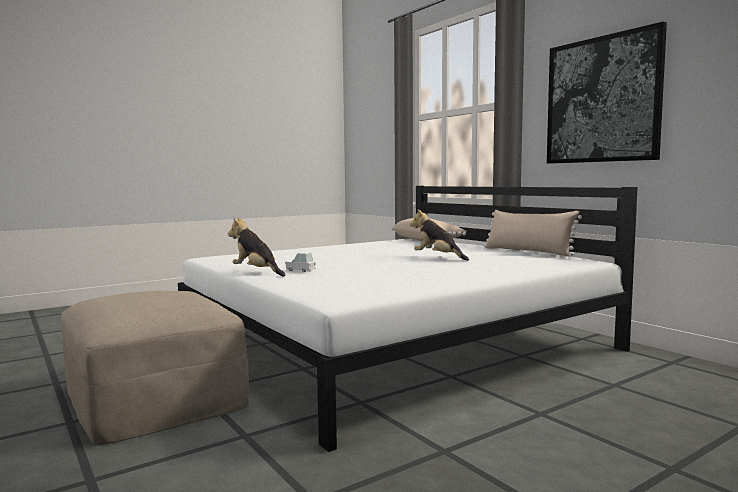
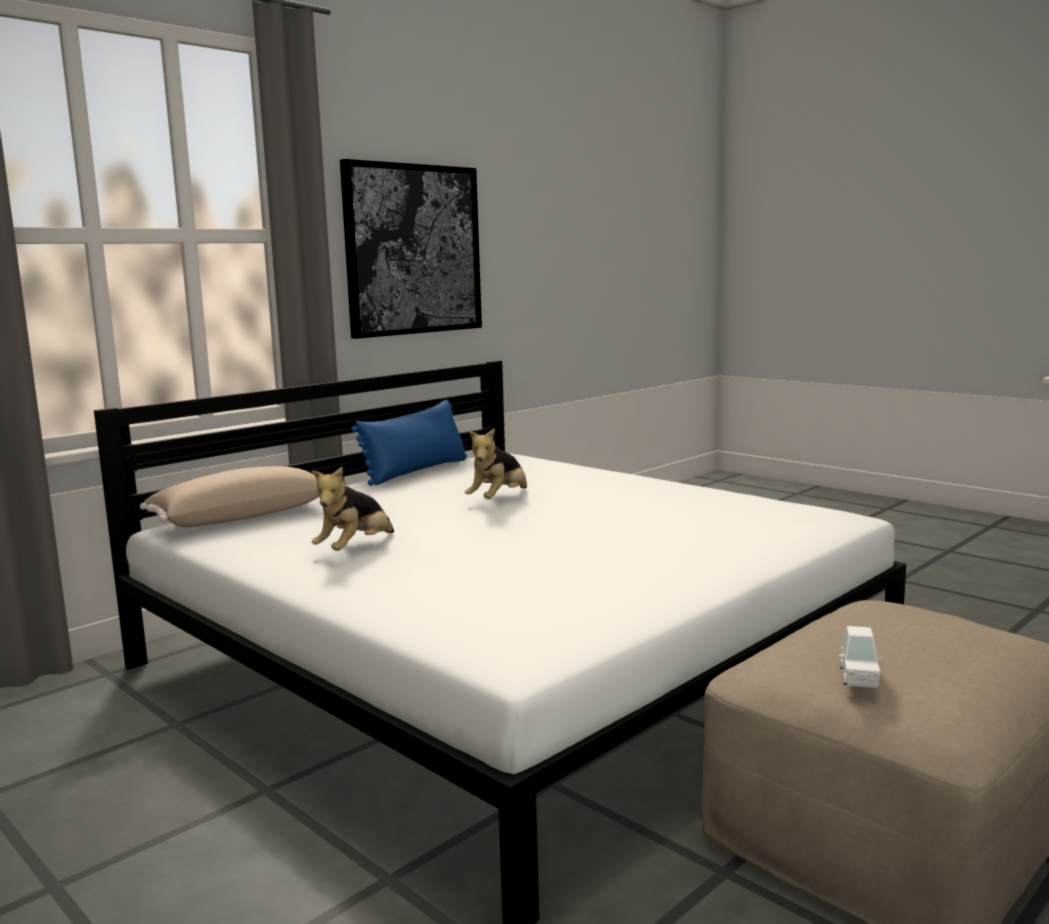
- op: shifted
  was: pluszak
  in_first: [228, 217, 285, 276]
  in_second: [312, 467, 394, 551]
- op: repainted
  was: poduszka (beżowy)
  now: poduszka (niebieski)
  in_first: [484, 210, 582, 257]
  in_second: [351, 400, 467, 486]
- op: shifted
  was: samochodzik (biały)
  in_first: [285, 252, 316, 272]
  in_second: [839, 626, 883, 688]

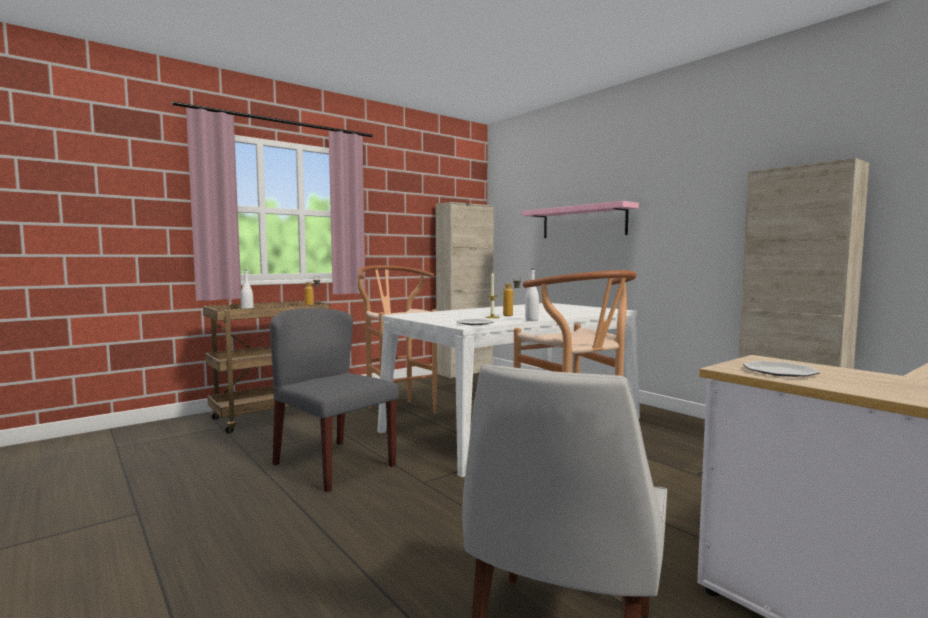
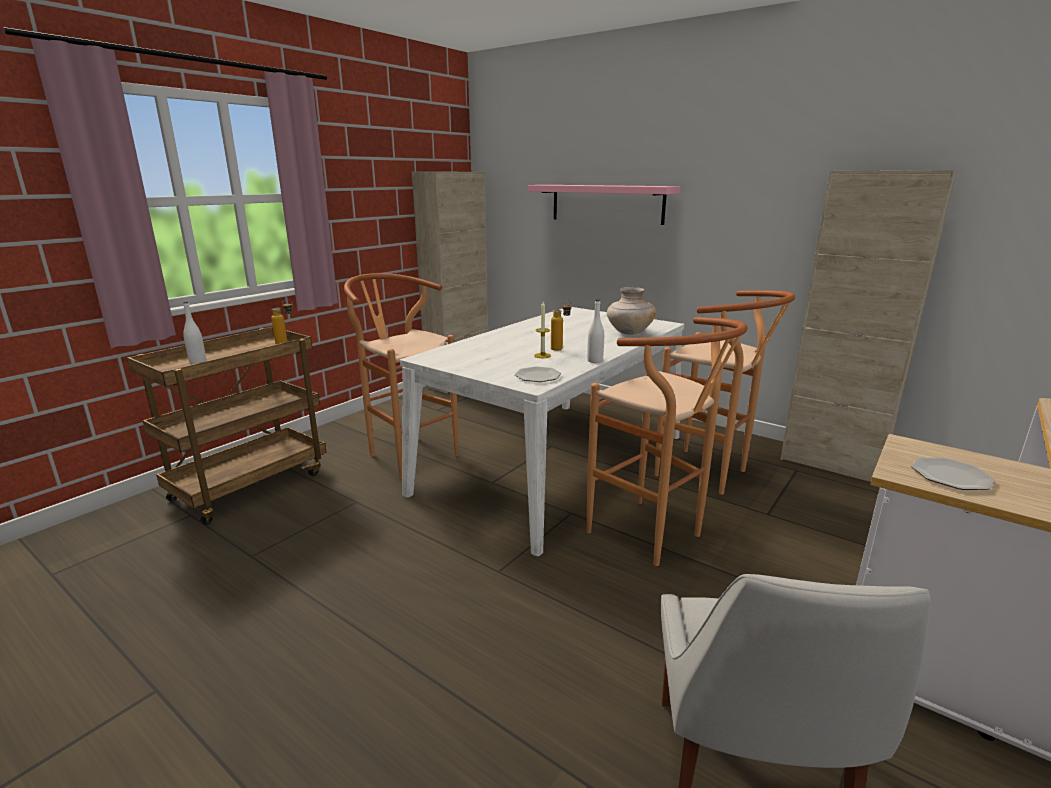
- op: new
  now: wazon (beżowy)
  in_second: [607, 287, 656, 335]
- op: new
  now: stołek (brązowy)
  in_second: [655, 290, 795, 495]
- op: gone
  was: krzesło (szary)
  in_first: [270, 308, 399, 492]

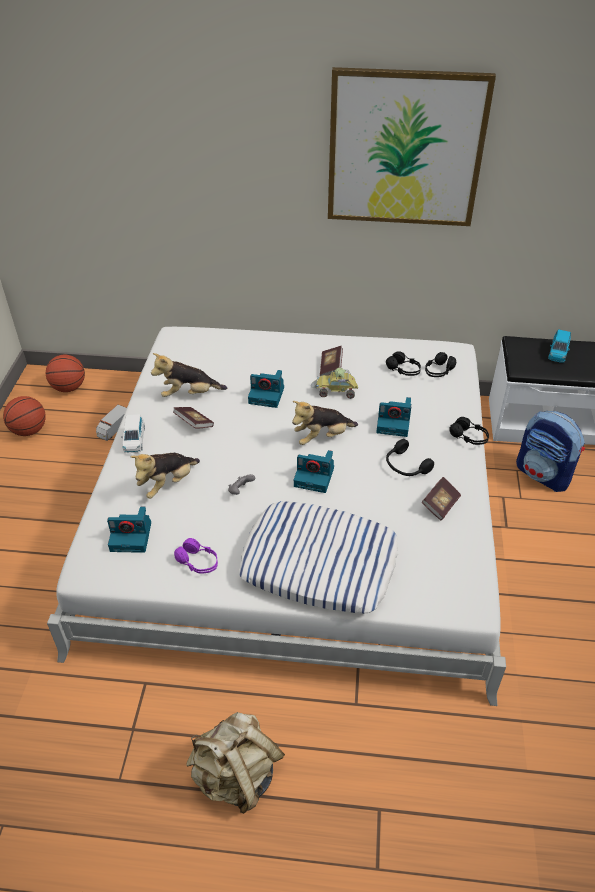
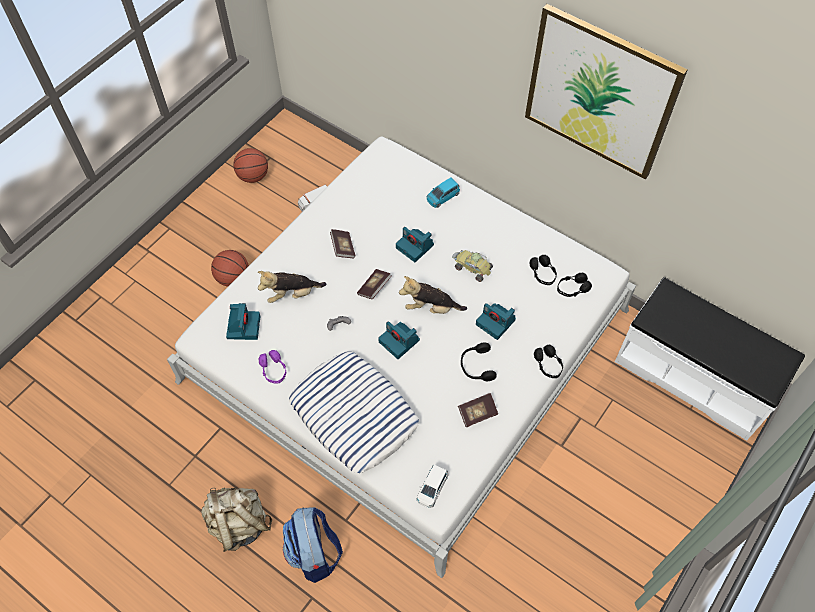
- op: shifted
  was: piłka do koszykówki
  in_first: [46, 355, 85, 392]
  in_second: [211, 250, 249, 287]
- op: rotated
  was: aparat fotograficzny
  in_first: [107, 506, 151, 553]
  in_second: [226, 303, 261, 340]
  clockwise: -120
- op: shifted
  was: plecak
  in_first: [516, 411, 585, 492]
  in_second: [283, 507, 343, 583]
- op: shifted
  was: książka
  in_first: [320, 346, 343, 376]
  in_second: [357, 269, 391, 299]
- op: shifted
  was: samochodzik (biały)
  in_first: [121, 414, 145, 453]
  in_second: [417, 464, 449, 508]
- op: shifted
  was: samochodzik (niebieski)
  in_first: [548, 329, 571, 363]
  in_second: [427, 178, 460, 208]
- op: gone
  was: pluszak
  in_first: [151, 353, 227, 397]

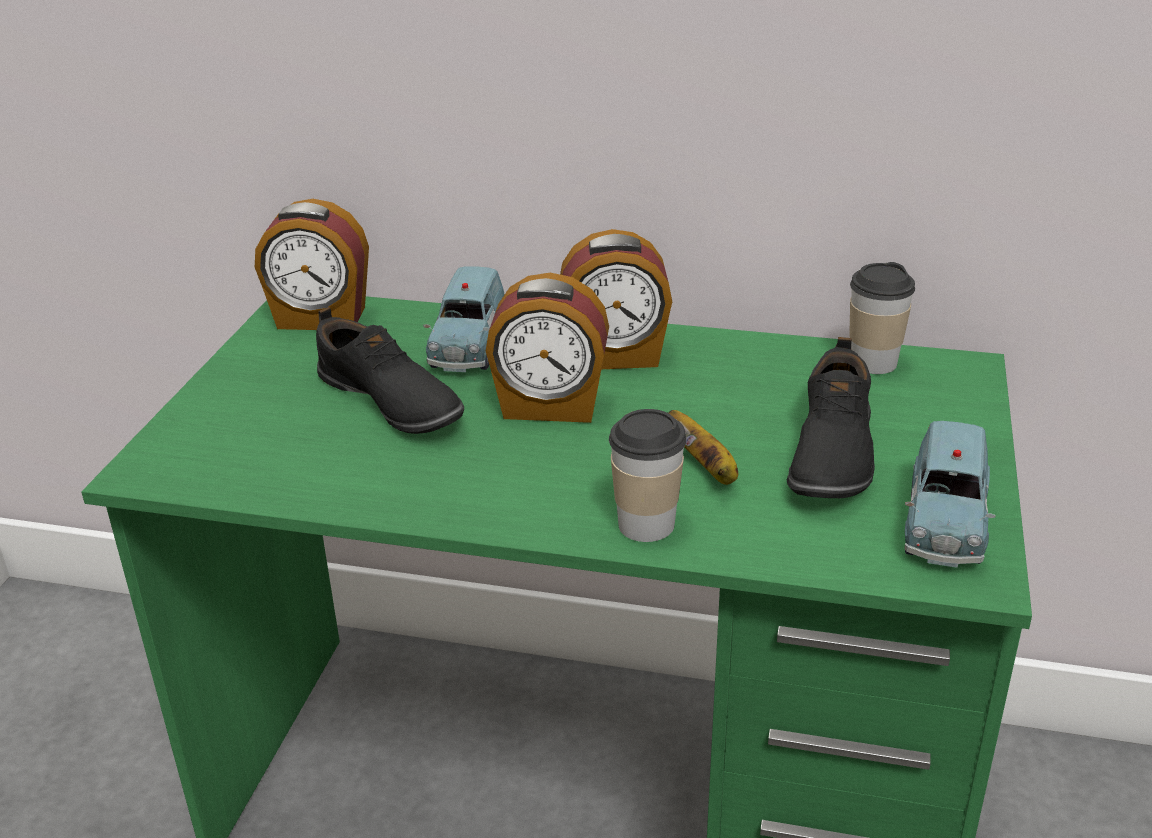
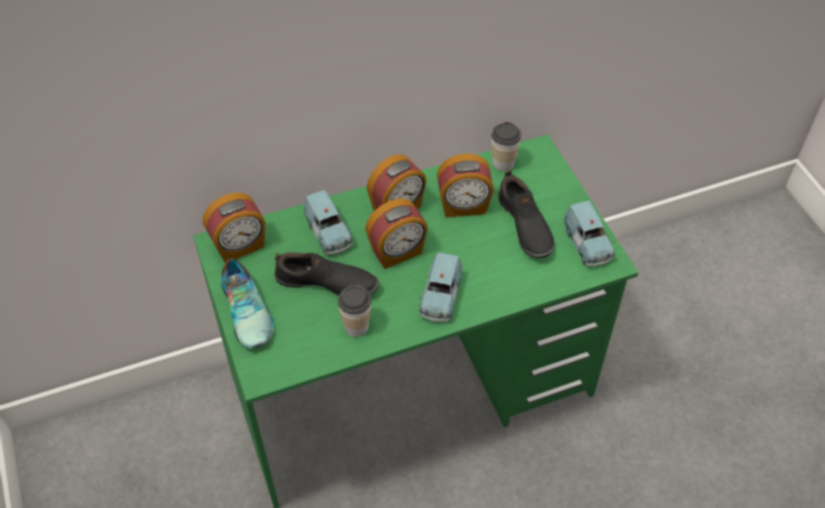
- op: new
  now: but
  in_second: [221, 259, 274, 349]
- op: shifted
  was: filiżanka
  in_first: [609, 409, 686, 542]
  in_second: [338, 285, 371, 337]
- op: new
  now: samochodzik (niebieski)
  in_second: [419, 253, 463, 323]
- op: new
  now: budzik
  in_second: [437, 154, 494, 217]
- op: gone
  was: banan
  in_first: [668, 410, 738, 485]

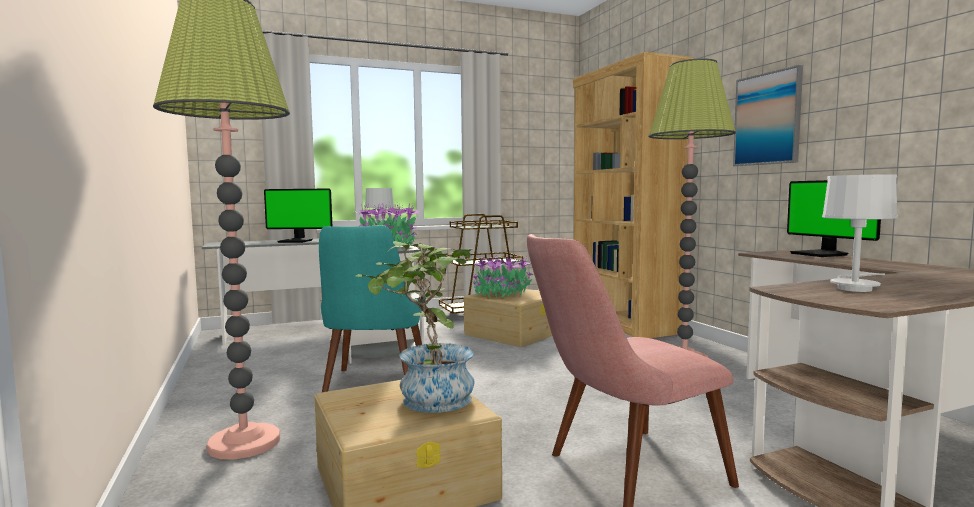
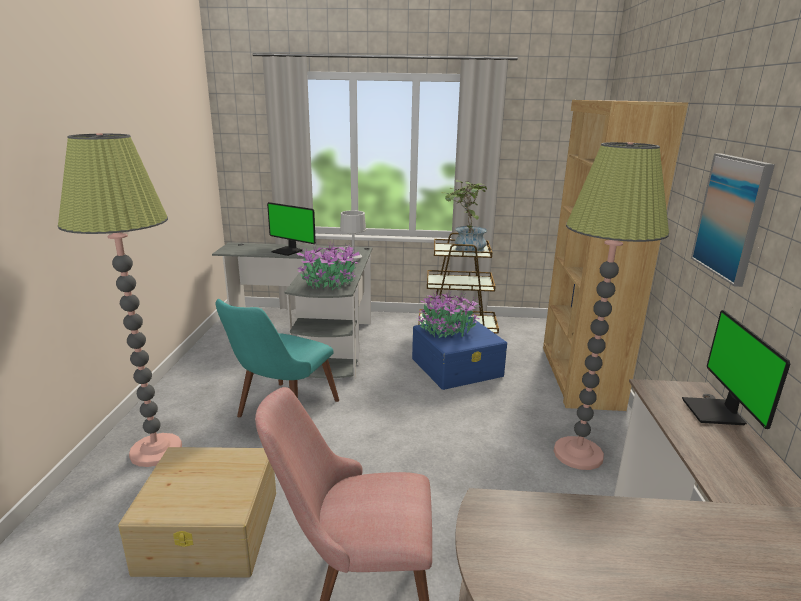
- op: repainted
  was: pojemnik do przechowywania (beżowy)
  now: pojemnik do przechowywania (niebieski)
  in_first: [464, 289, 552, 347]
  in_second: [412, 317, 507, 390]
- op: shifted
  was: roślina doniczkowa
  in_first: [356, 241, 475, 413]
  in_second: [441, 180, 487, 253]
- op: gone
  was: lampa stołowa (biały)
  in_first: [822, 174, 898, 292]

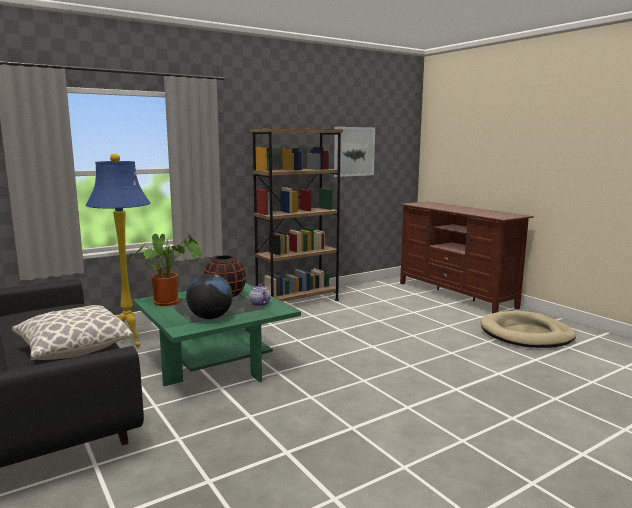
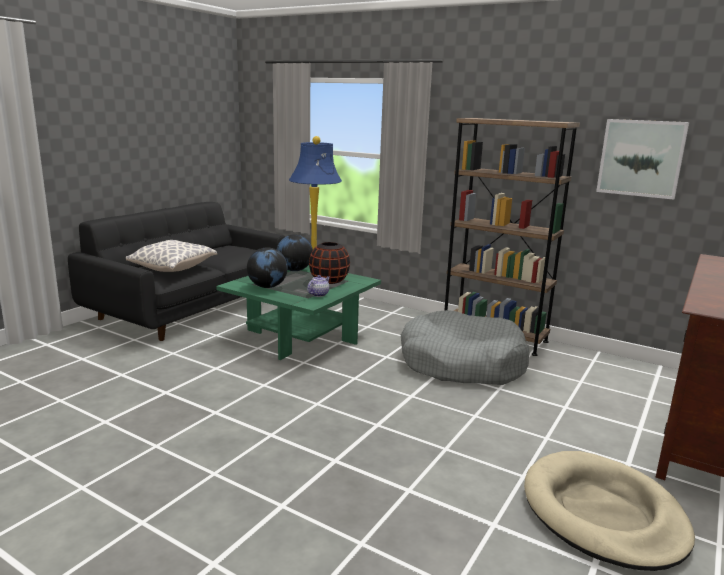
- op: swapped
  was: roślina doniczkowa
  now: globus
  in_first: [127, 233, 202, 306]
  in_second: [277, 234, 313, 271]
- op: new
  now: legowisko (szary)
  in_second: [401, 310, 530, 385]

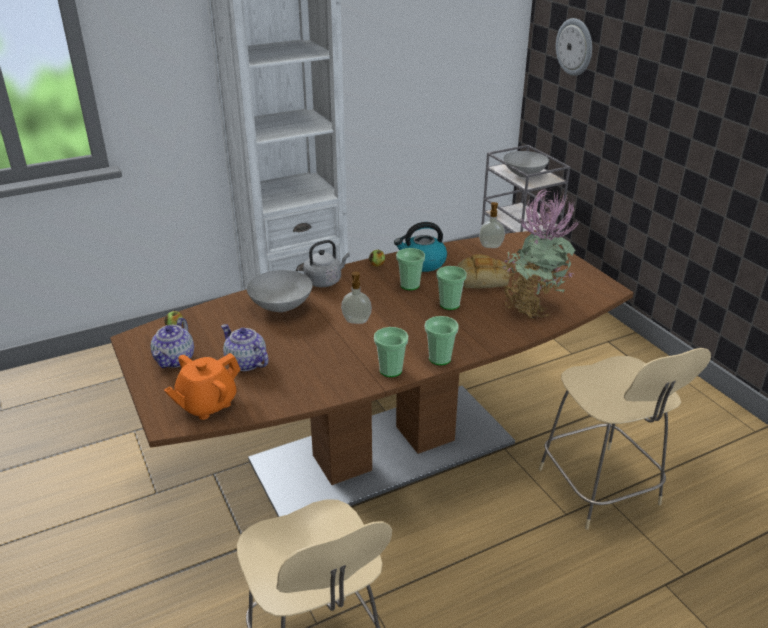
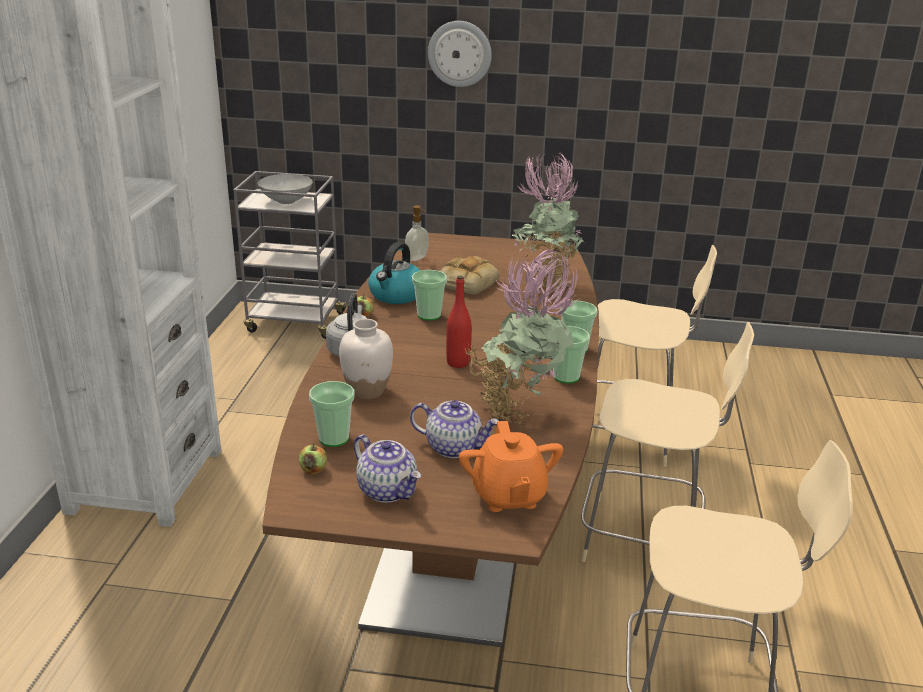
- op: shifted
  was: filiżanka
  in_first: [436, 266, 467, 310]
  in_second: [309, 381, 355, 447]
- op: swapped
  was: miska (szary)
  now: wazon (biały)
  in_first: [247, 270, 313, 312]
  in_second: [339, 319, 393, 400]
- op: rotated
  was: imbryk
  in_first: [221, 324, 269, 371]
  in_second: [410, 400, 499, 458]
  clockwise: -150
- op: shifted
  was: zegar ścienny
  in_first: [556, 18, 592, 76]
  in_second: [428, 21, 492, 87]
- op: swapped
  was: dozownik mydła
  now: butelka (czerwony)
  in_first: [341, 272, 372, 324]
  in_second: [446, 276, 472, 368]
- op: new
  now: roślina doniczkowa
  in_second: [463, 249, 579, 424]
- op: new
  now: krzesło (beżowy)
  in_second: [581, 322, 754, 562]

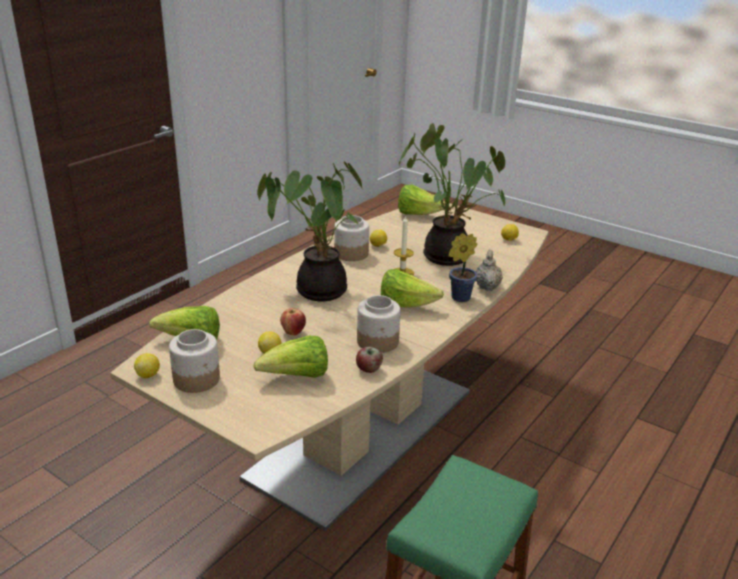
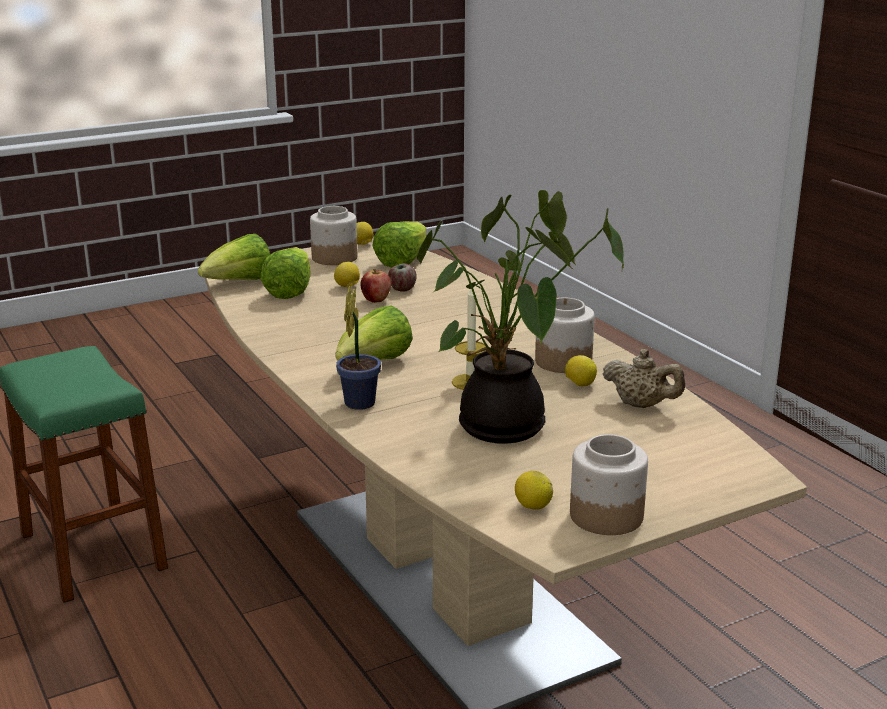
- op: shifted
  was: sałata
  in_first: [398, 184, 445, 215]
  in_second: [198, 234, 270, 280]
- op: shifted
  was: jabłko
  in_first: [356, 347, 383, 373]
  in_second: [388, 263, 417, 292]
- op: shifted
  was: słoik
  in_first: [357, 295, 401, 353]
  in_second: [570, 434, 648, 535]
- op: shifted
  was: imbryk (beżowy)
  in_first: [475, 250, 503, 291]
  in_second: [602, 349, 685, 408]
- op: gone
  was: roślina doniczkowa
  in_first: [257, 161, 363, 301]

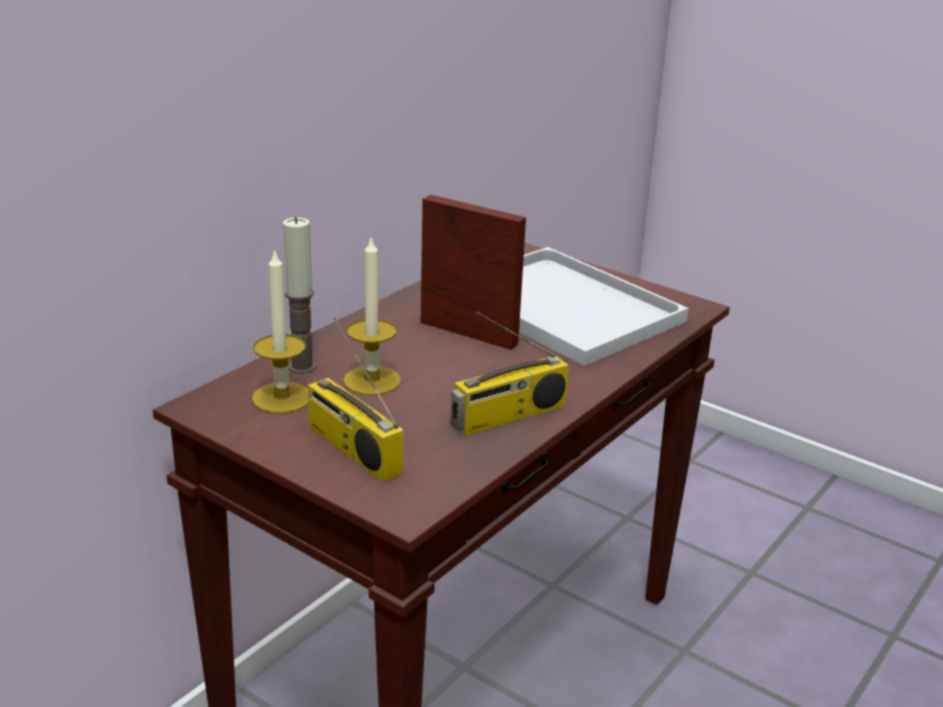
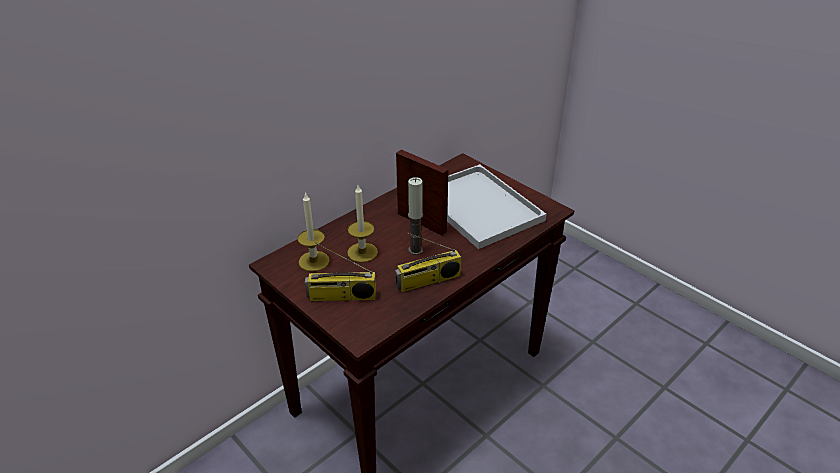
- op: rotated
  was: radio
  in_first: [308, 317, 403, 483]
  in_second: [305, 243, 376, 301]
  clockwise: -60
- op: shifted
  was: świeca
  in_first: [283, 217, 316, 374]
  in_second: [408, 177, 423, 255]

